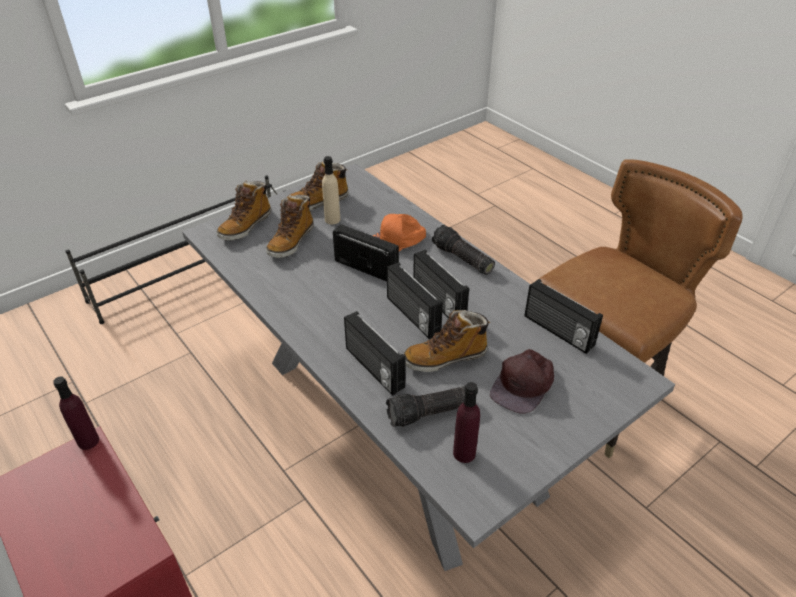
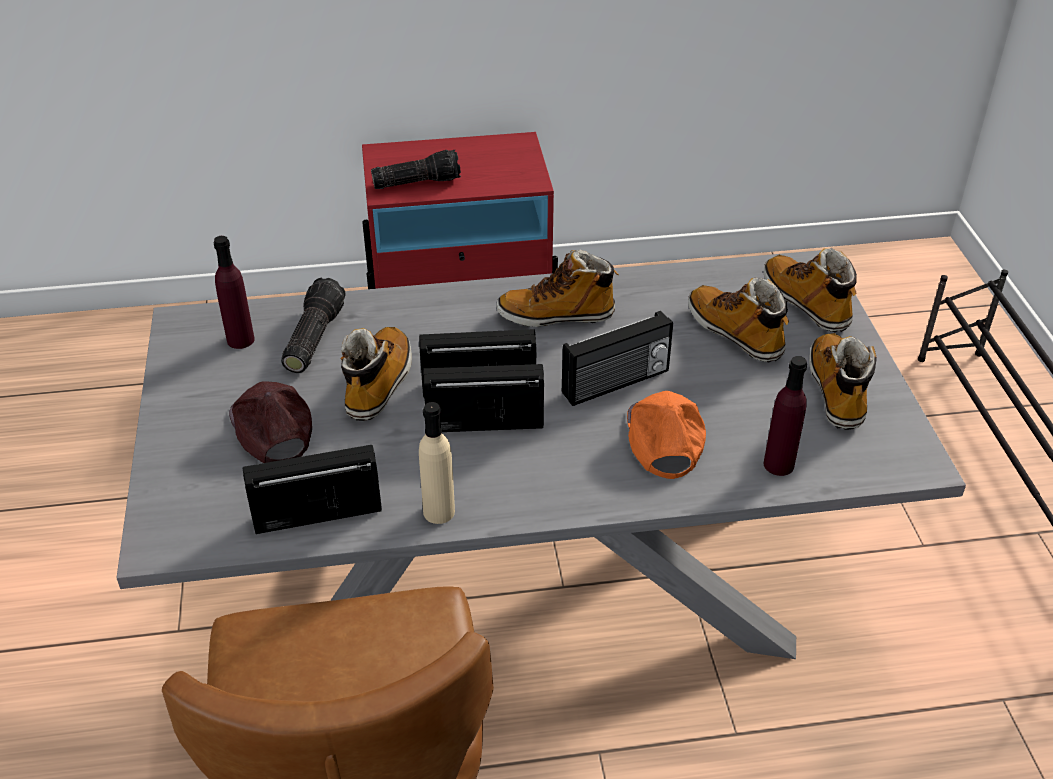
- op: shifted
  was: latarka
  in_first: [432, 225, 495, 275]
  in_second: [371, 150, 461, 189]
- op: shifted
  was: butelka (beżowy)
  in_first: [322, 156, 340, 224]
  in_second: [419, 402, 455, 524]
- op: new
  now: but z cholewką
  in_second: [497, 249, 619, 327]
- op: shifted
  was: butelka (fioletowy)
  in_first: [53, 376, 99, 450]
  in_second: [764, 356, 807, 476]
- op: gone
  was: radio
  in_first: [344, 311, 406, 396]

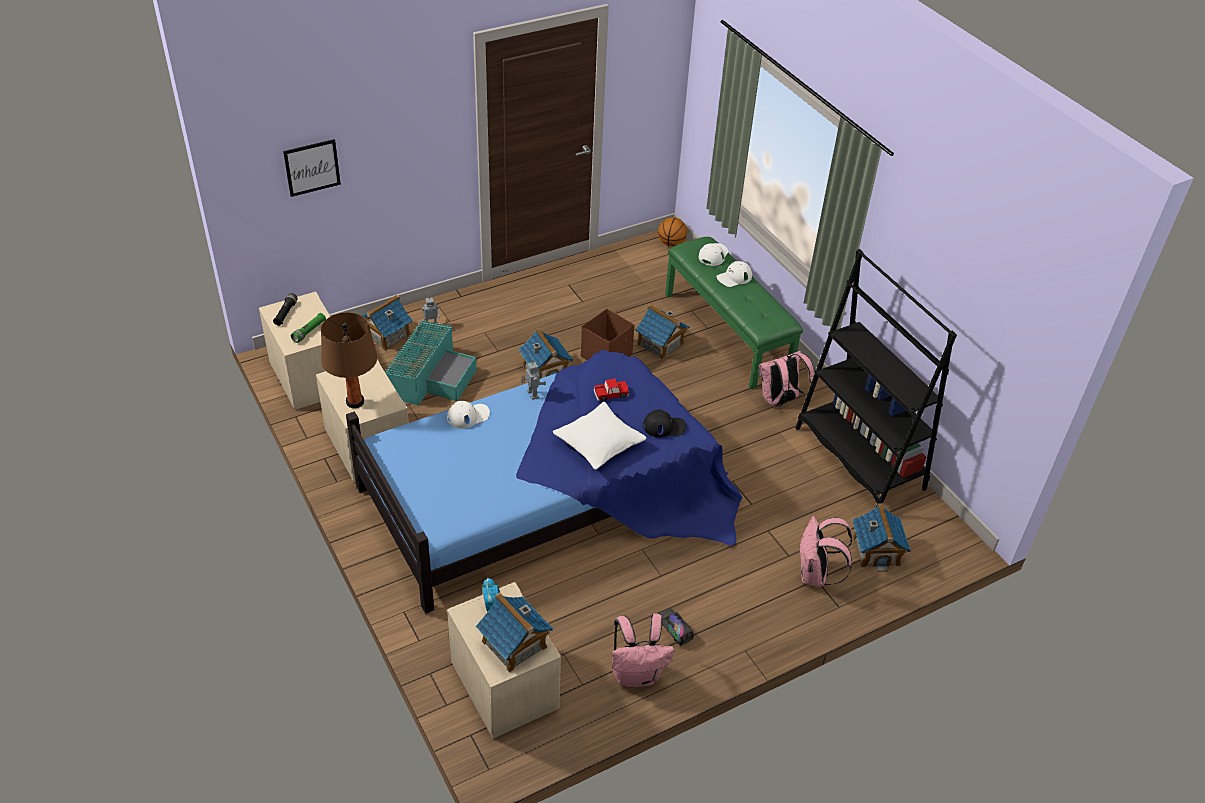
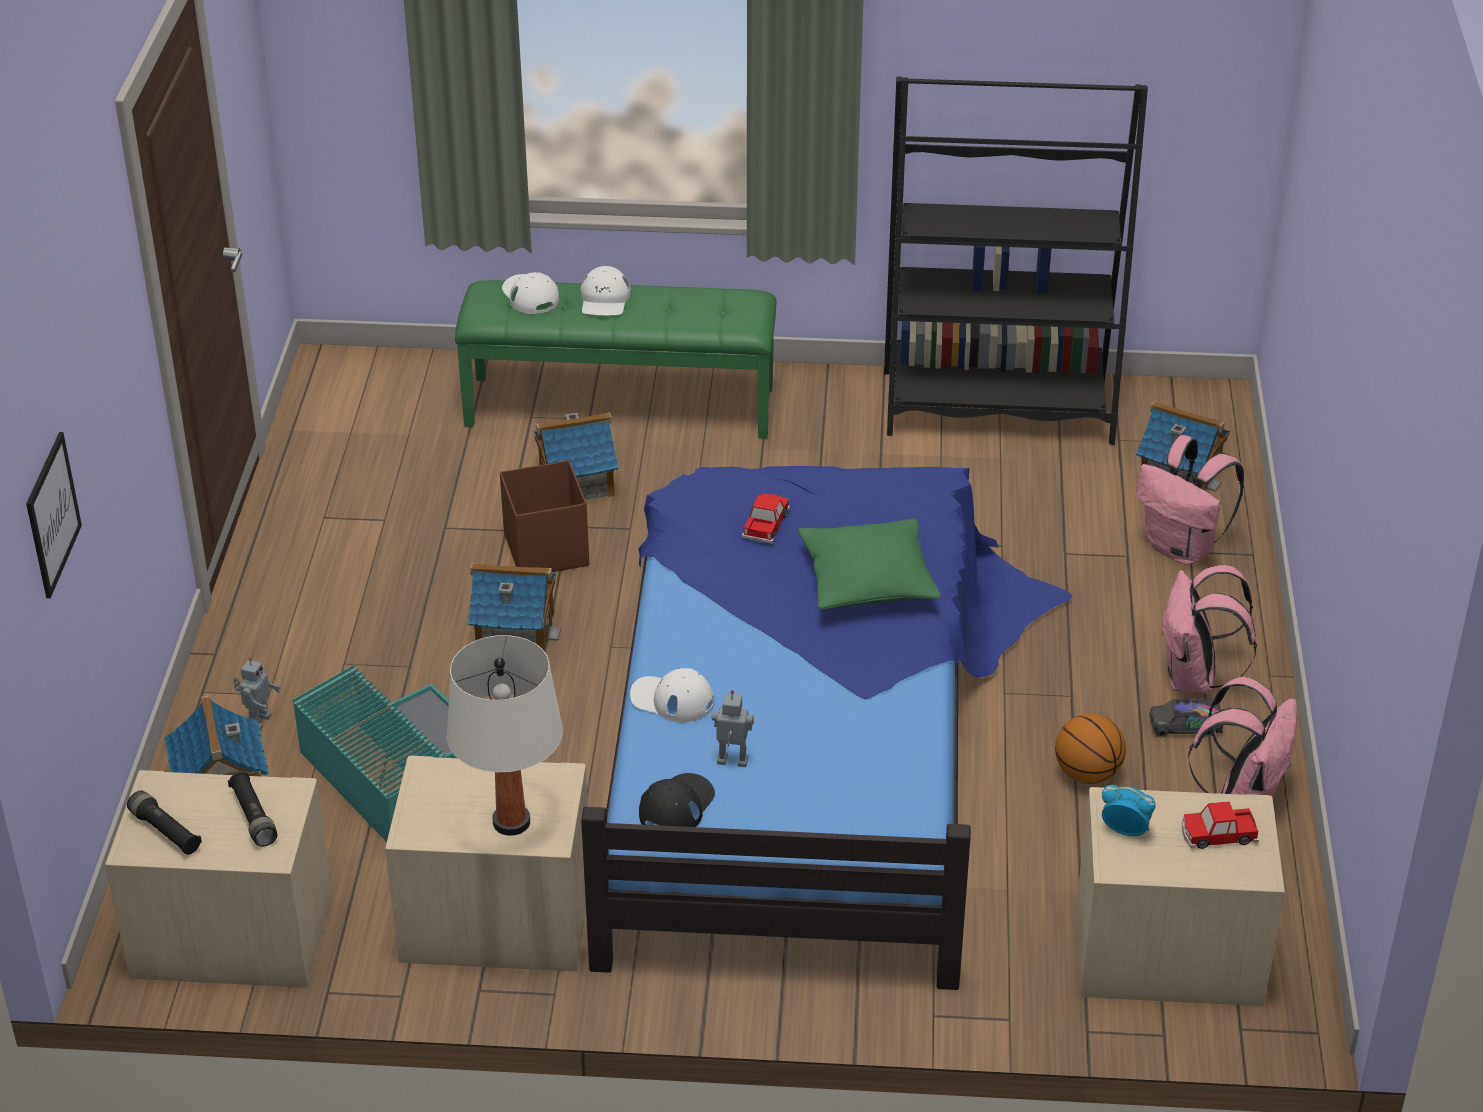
- op: repainted
  was: latarka (zielony)
  now: latarka (czarny)
  in_first: [291, 313, 326, 343]
  in_second: [228, 772, 277, 847]
- op: repainted
  was: lampa stołowa (brązowy)
  now: lampa stołowa (biały)
  in_first: [321, 312, 377, 408]
  in_second: [447, 635, 563, 836]
- op: rotated
  was: czapka z daszkiem (biały)
  in_first: [447, 401, 490, 428]
  in_second: [630, 668, 714, 722]
  clockwise: -75
- op: shifted
  was: czapka z daszkiem (czarny)
  in_first: [643, 409, 686, 438]
  in_second: [639, 773, 715, 827]
- op: shifted
  was: robot zabawkowy
  in_first: [521, 361, 546, 400]
  in_second: [712, 690, 754, 767]
- op: repainted
  was: poduszka (biały)
  now: poduszka (zielony)
  in_first: [553, 402, 647, 470]
  in_second: [798, 519, 941, 609]
- op: shifted
  was: piłka do koszykówki
  in_first: [658, 217, 687, 247]
  in_second: [1055, 713, 1126, 784]
- op: shifted
  was: plecak (różowy)
  in_first: [759, 351, 814, 407]
  in_second: [1161, 565, 1257, 693]
- op: swapped
  was: domek
  now: samochodzik
  in_first: [476, 593, 553, 672]
  in_second: [1182, 801, 1259, 849]

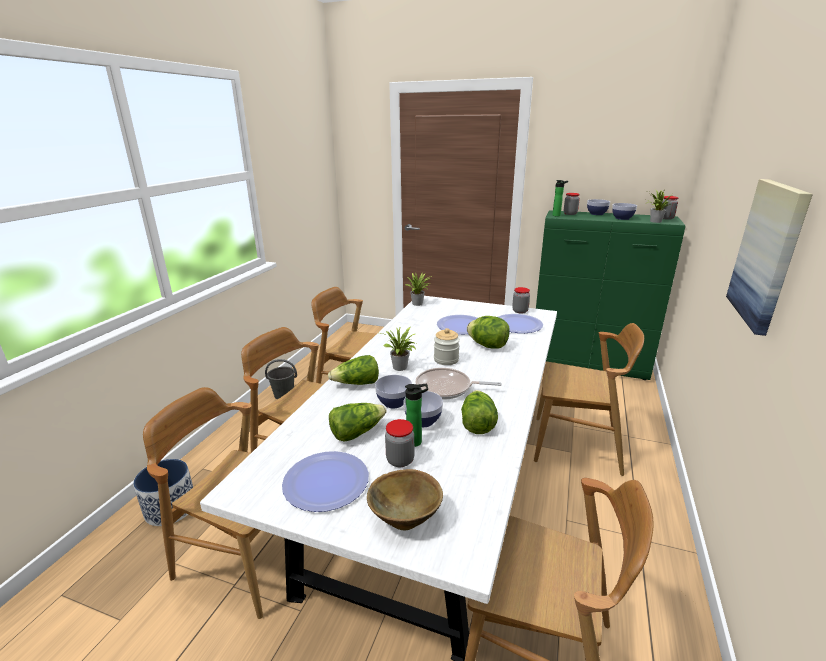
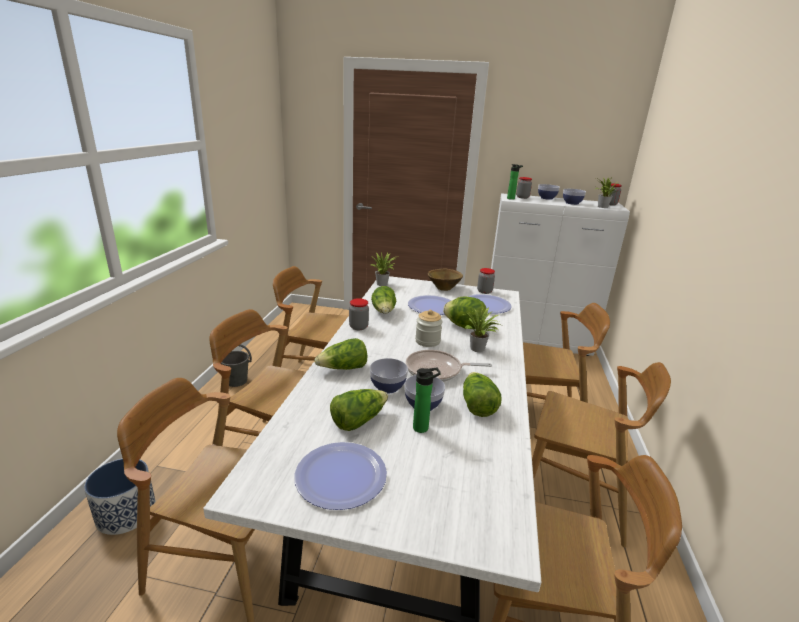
- op: shifted
  was: słoik
  in_first: [385, 419, 414, 467]
  in_second: [349, 298, 369, 330]
- op: new
  now: sałata
  in_second: [371, 286, 396, 314]
- op: shifted
  was: miska (brązowy)
  in_first: [367, 469, 443, 530]
  in_second: [428, 269, 463, 291]
- op: shifted
  was: roślina doniczkowa
  in_first: [381, 326, 416, 371]
  in_second: [461, 307, 500, 352]
- op: repainted
  was: szafka (zielony)
  now: szafka (biały)
  in_first: [536, 210, 685, 380]
  in_second: [491, 193, 630, 356]
- op: new
  now: krzesło (brązowy)
  in_second: [532, 362, 671, 547]
- op: gone
  was: obraz
  in_first: [726, 179, 813, 336]

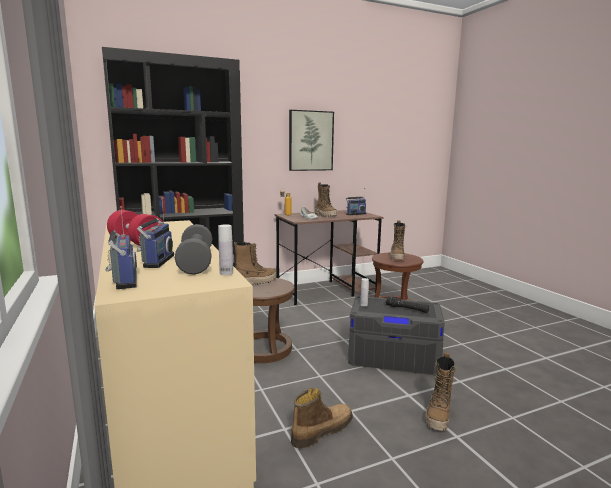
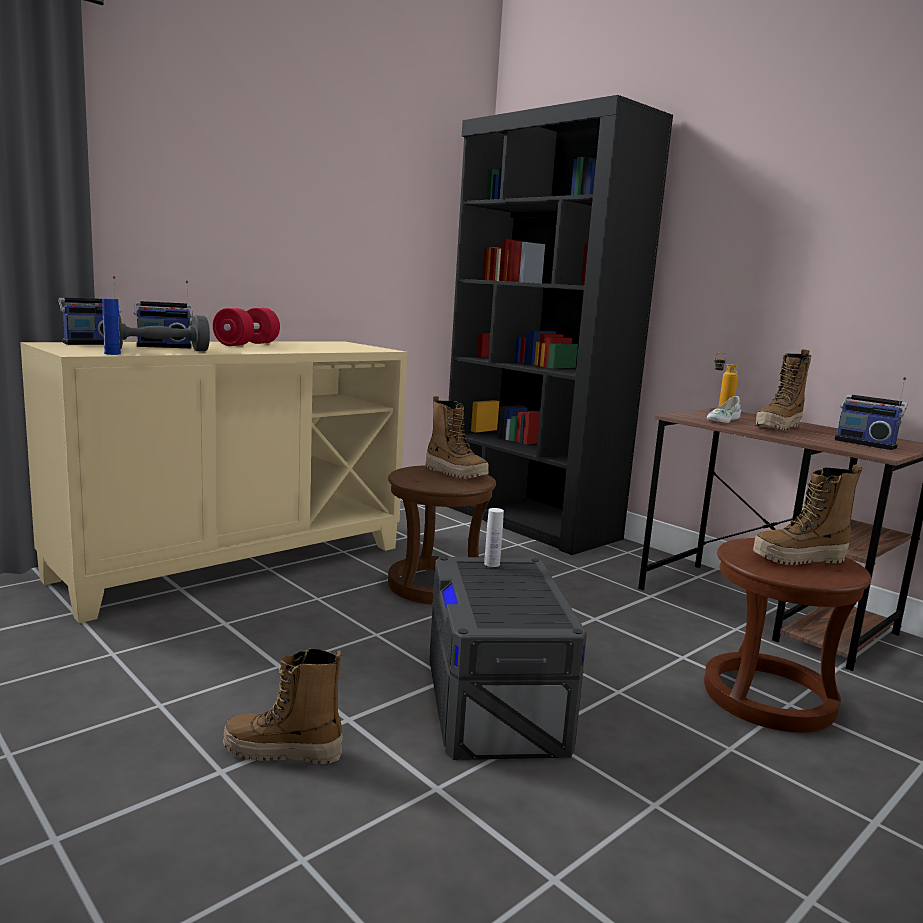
- op: repainted
  was: butelka (biały)
  now: butelka (niebieski)
  in_first: [218, 224, 233, 275]
  in_second: [102, 298, 121, 355]
- op: gone
  was: obraz
  in_first: [289, 110, 334, 171]
- op: gone
  was: but z cholewką
  in_first: [291, 388, 353, 448]
- op: gone
  was: latarka (czarny)
  in_first: [385, 296, 429, 313]

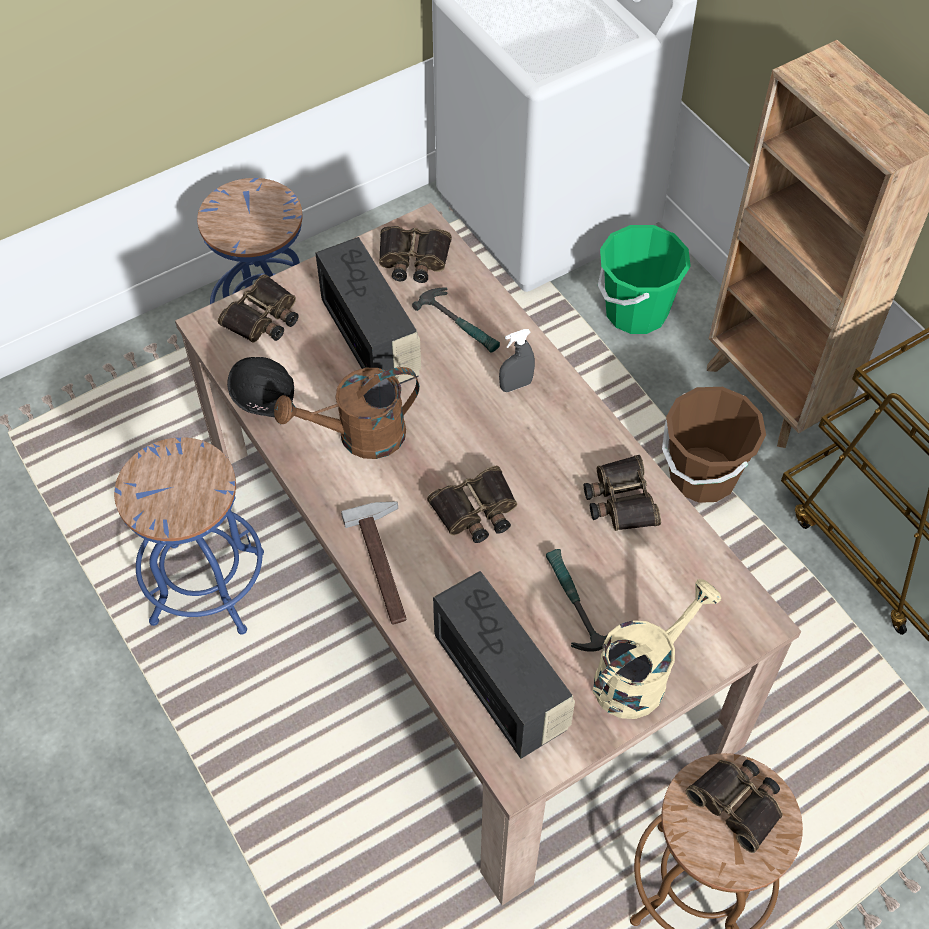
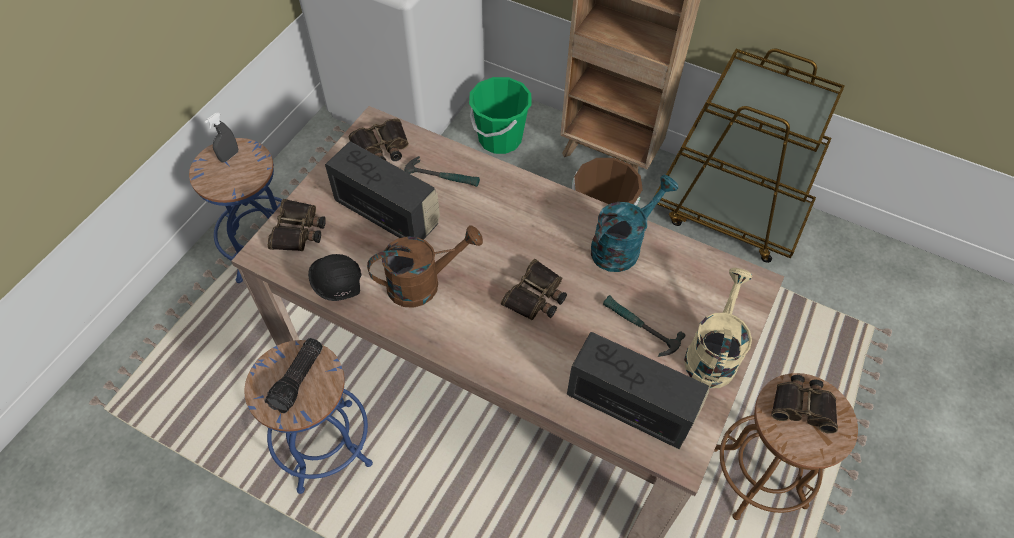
- op: shifted
  was: spryskiwacz (szary)
  in_first: [499, 329, 535, 392]
  in_second: [205, 112, 238, 163]
- op: new
  now: latarka
  in_second: [264, 338, 323, 413]
- op: rotated
  was: konewka (brązowy)
  in_first: [274, 367, 420, 459]
  in_second: [367, 225, 483, 308]
  clockwise: -150
- op: swapped
  was: lornetka
  now: konewka (turkusowy)
  in_first: [584, 455, 661, 531]
  in_second: [591, 175, 678, 272]
- op: gone
  was: młotek
  in_first: [341, 501, 406, 625]

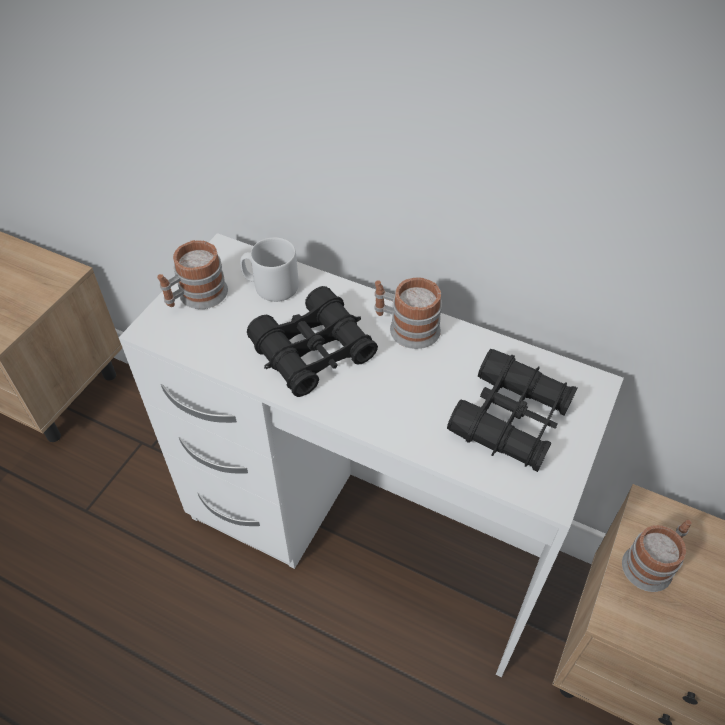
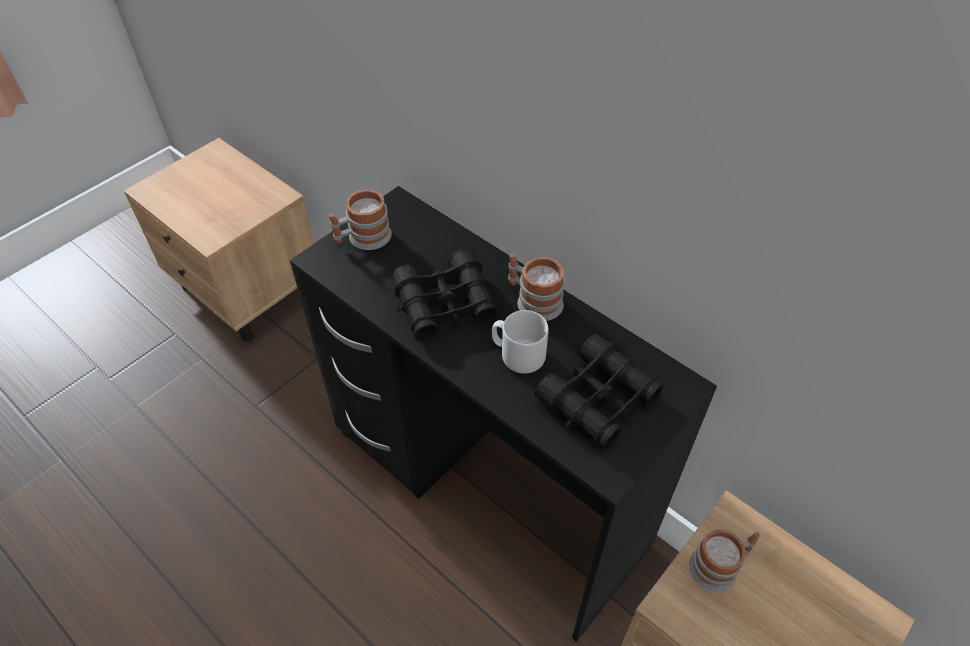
- op: repainted
  was: biurko (biały)
  now: biurko (czarny)
  in_first: [119, 233, 624, 677]
  in_second: [290, 186, 717, 642]
- op: shifted
  was: kubek (szary)
  in_first: [240, 237, 299, 302]
  in_second: [492, 310, 549, 374]

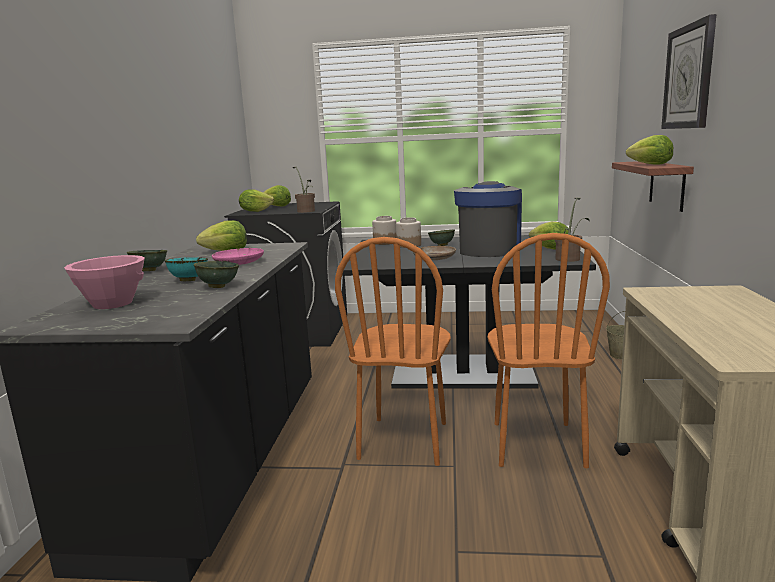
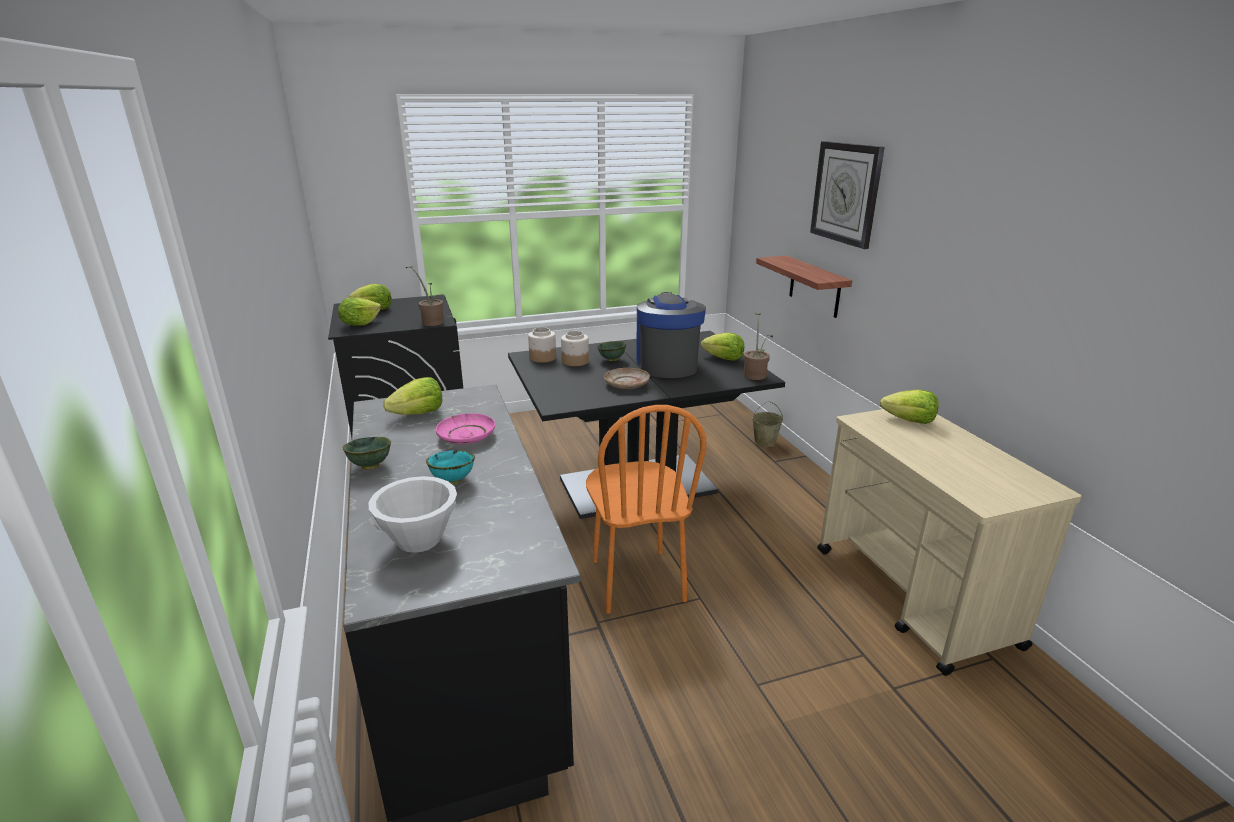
- op: repainted
  was: miska (różowy)
  now: miska (biały)
  in_first: [64, 255, 145, 309]
  in_second: [369, 476, 457, 553]
- op: shifted
  was: sałata
  in_first: [626, 135, 673, 165]
  in_second: [880, 390, 939, 424]
- op: gone
  was: miska (zielony)
  in_first: [194, 261, 239, 288]
- op: gone
  was: krzesło (pomarańczowy)
  in_first: [487, 233, 610, 468]

